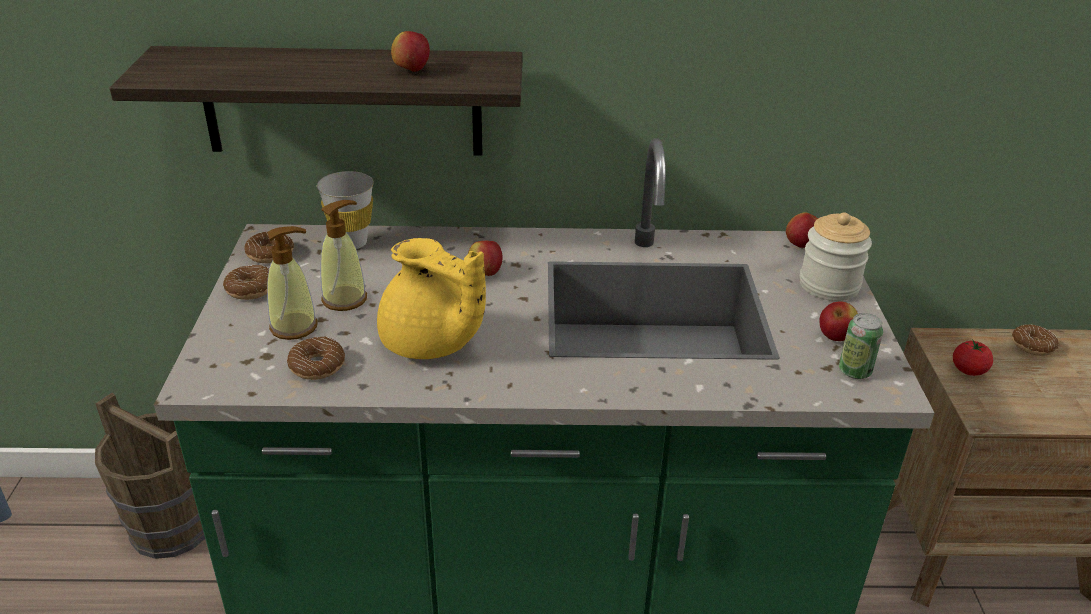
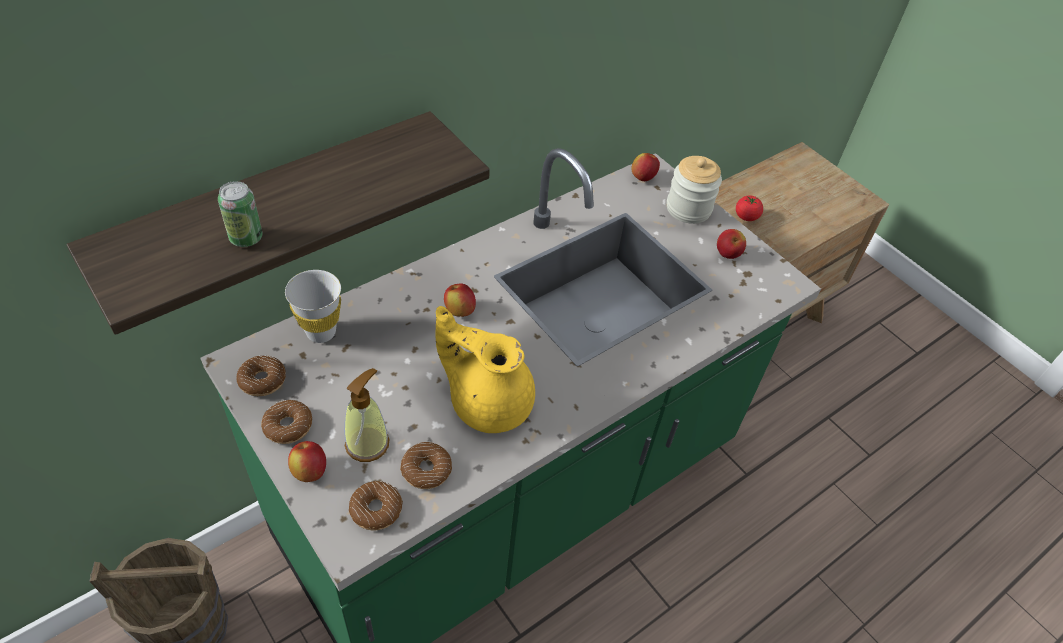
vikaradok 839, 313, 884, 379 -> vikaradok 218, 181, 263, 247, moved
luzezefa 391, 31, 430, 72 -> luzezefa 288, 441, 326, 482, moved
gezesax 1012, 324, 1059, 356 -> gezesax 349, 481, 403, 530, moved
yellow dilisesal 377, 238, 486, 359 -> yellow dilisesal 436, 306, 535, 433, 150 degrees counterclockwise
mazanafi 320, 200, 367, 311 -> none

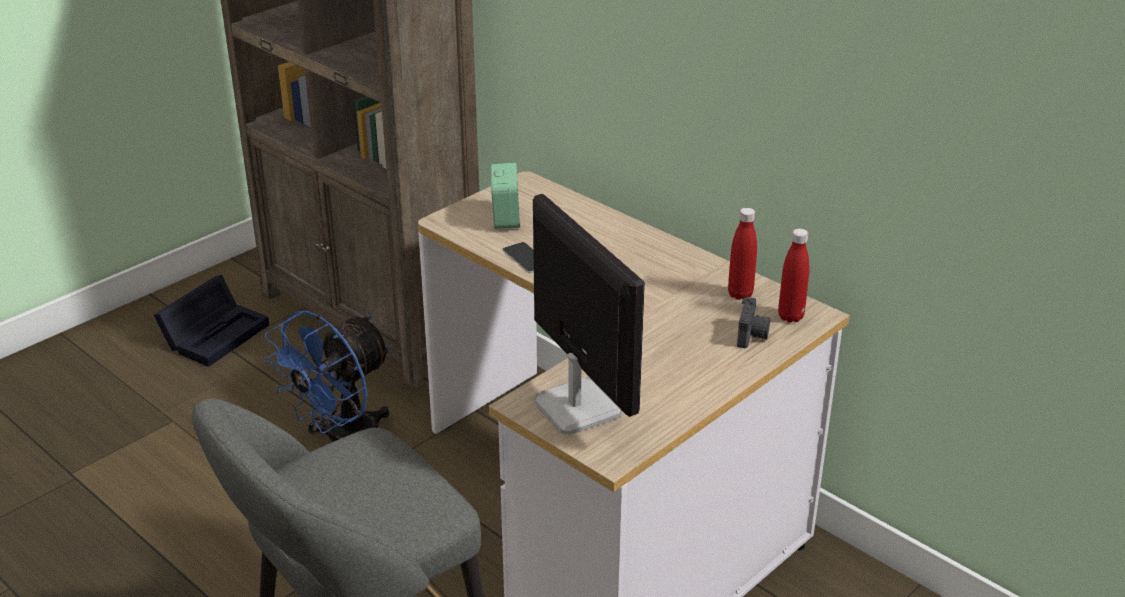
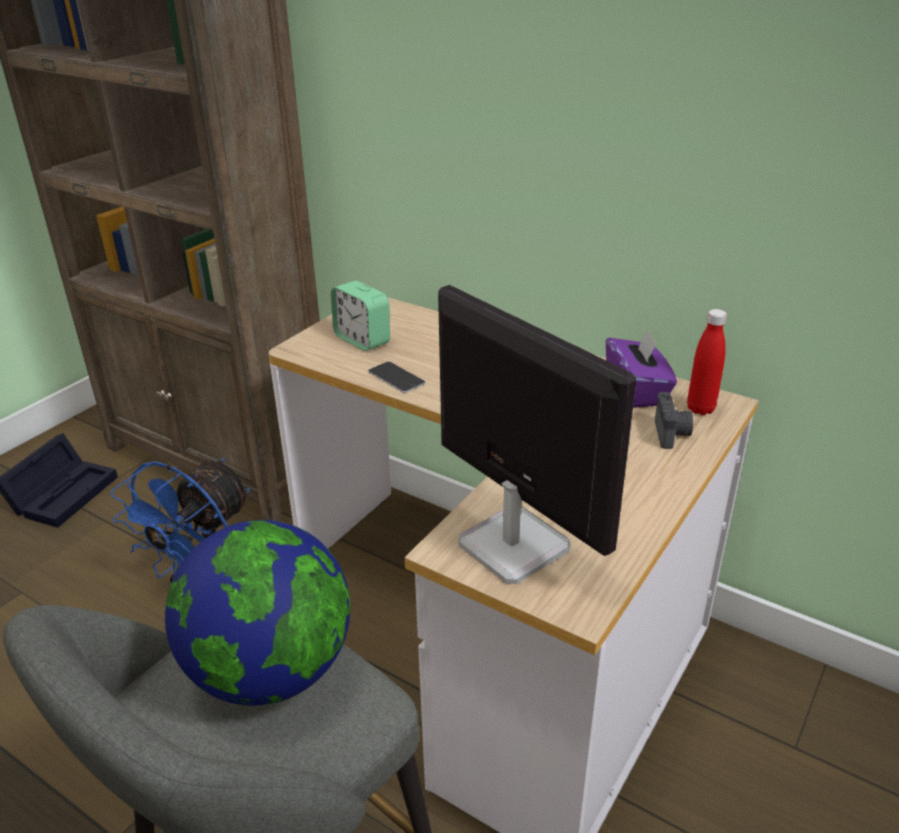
none -> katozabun 165, 520, 350, 706
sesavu 491, 163, 520, 229 -> sesavu 331, 281, 390, 351, 150 degrees clockwise
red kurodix 728, 208, 757, 300 -> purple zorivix 606, 329, 677, 408

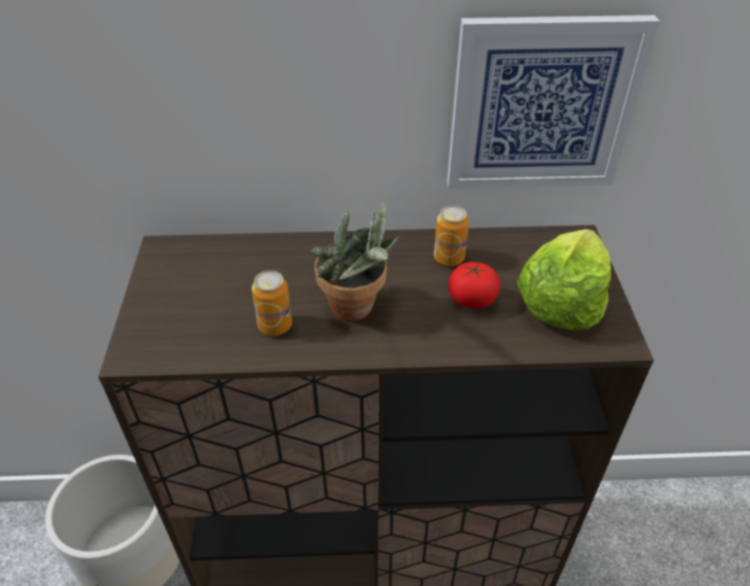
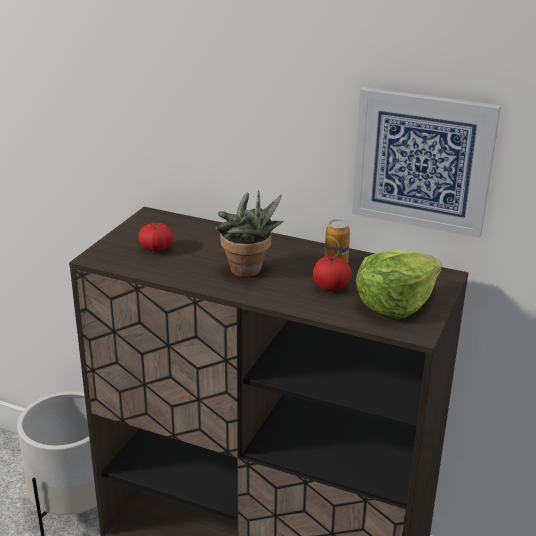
none -> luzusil 138, 222, 174, 251
vikaradok 252, 270, 292, 336 -> none

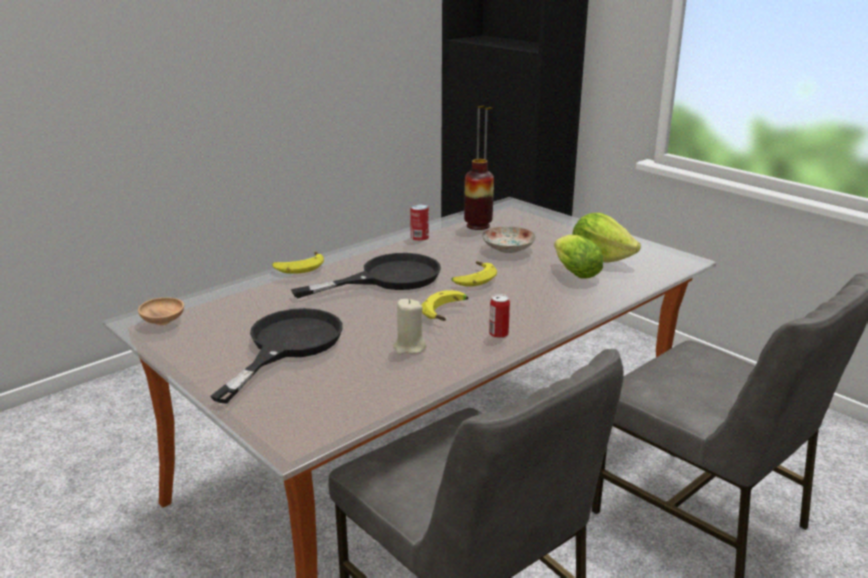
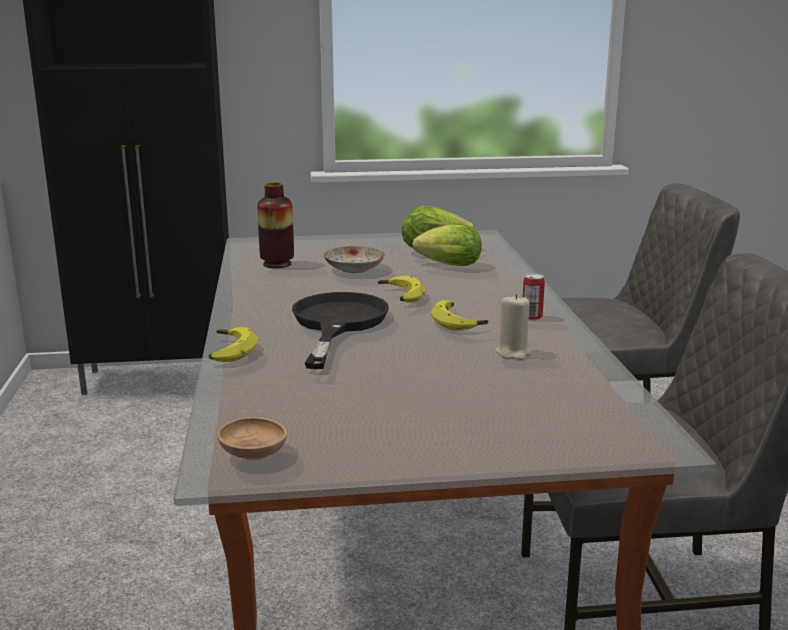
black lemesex 211, 308, 342, 404 -> none
vikaradok 410, 204, 429, 241 -> none

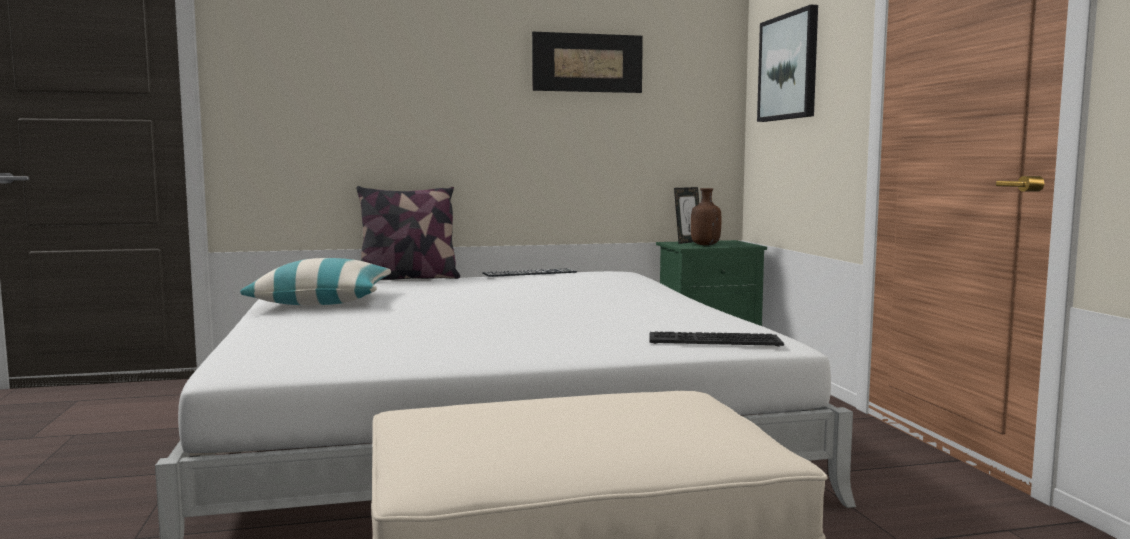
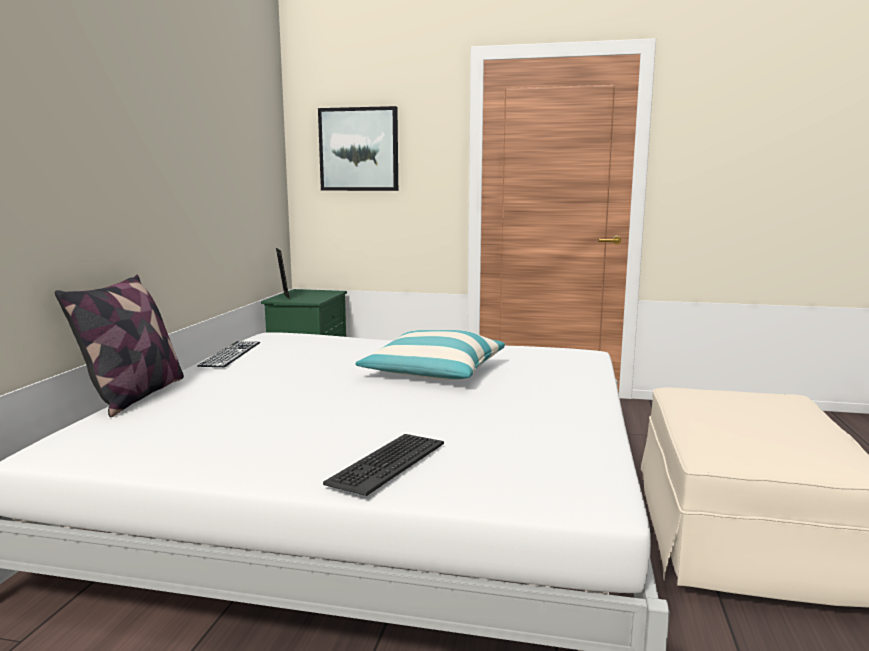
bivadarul 650, 331, 784, 347 -> bivadarul 323, 434, 444, 496, moved
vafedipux 240, 258, 391, 305 -> vafedipux 355, 330, 505, 380, moved
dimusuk 532, 32, 643, 93 -> none
brown kurodix 691, 188, 721, 245 -> none

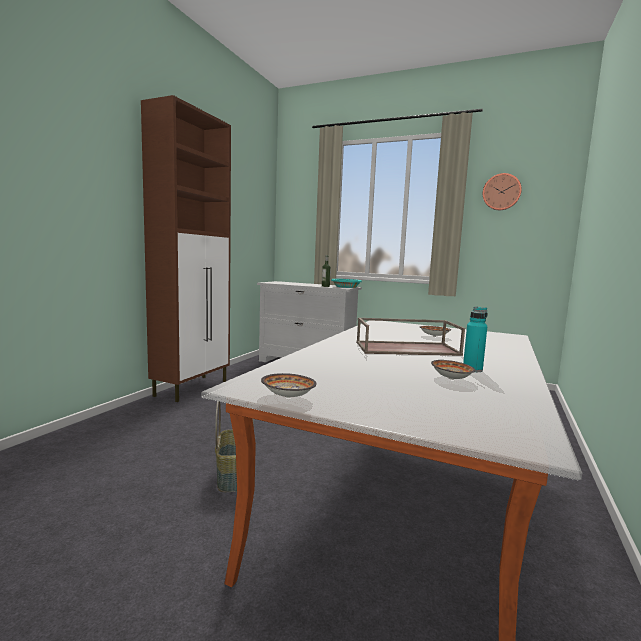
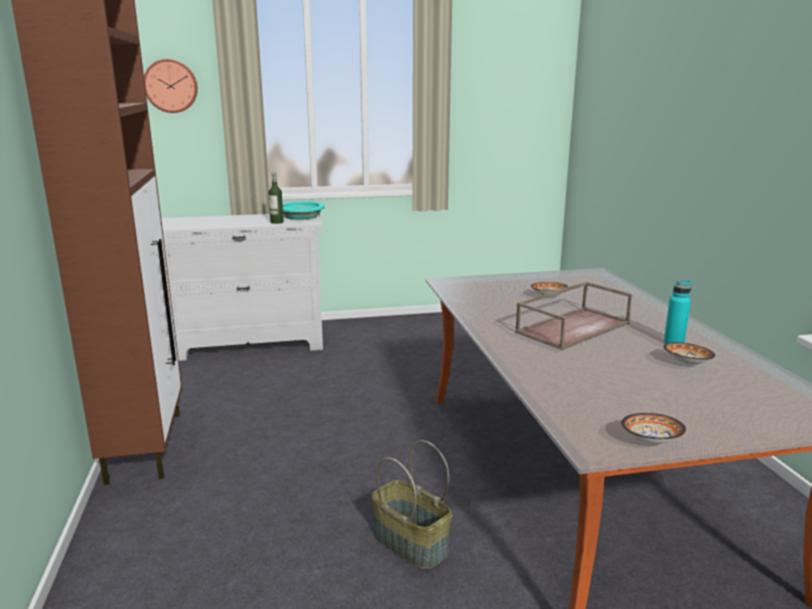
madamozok 483, 173, 522, 210 -> madamozok 144, 59, 198, 113, moved

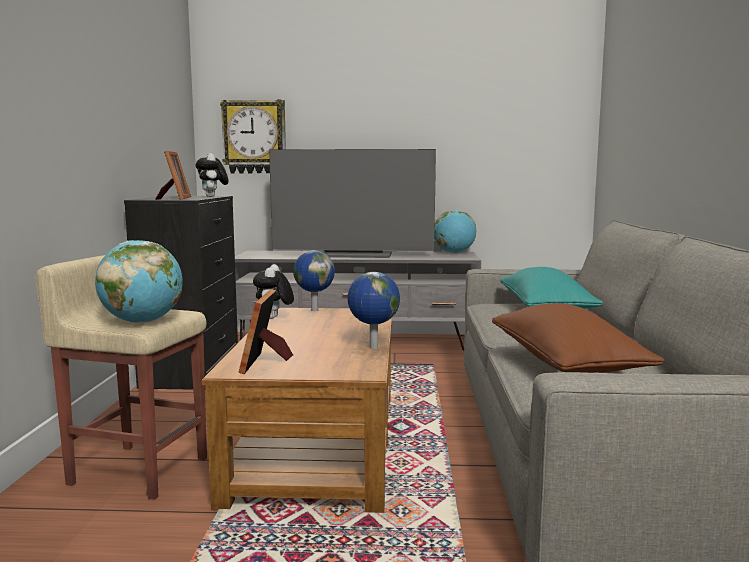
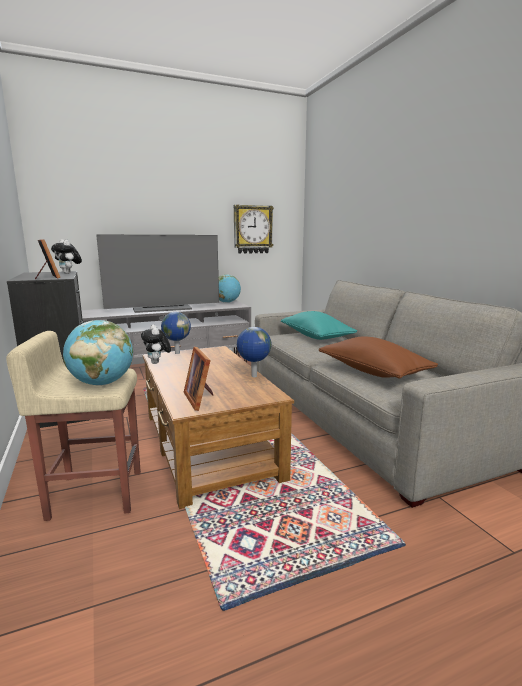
madamozok 220, 100, 286, 173 -> madamozok 234, 205, 274, 254, moved

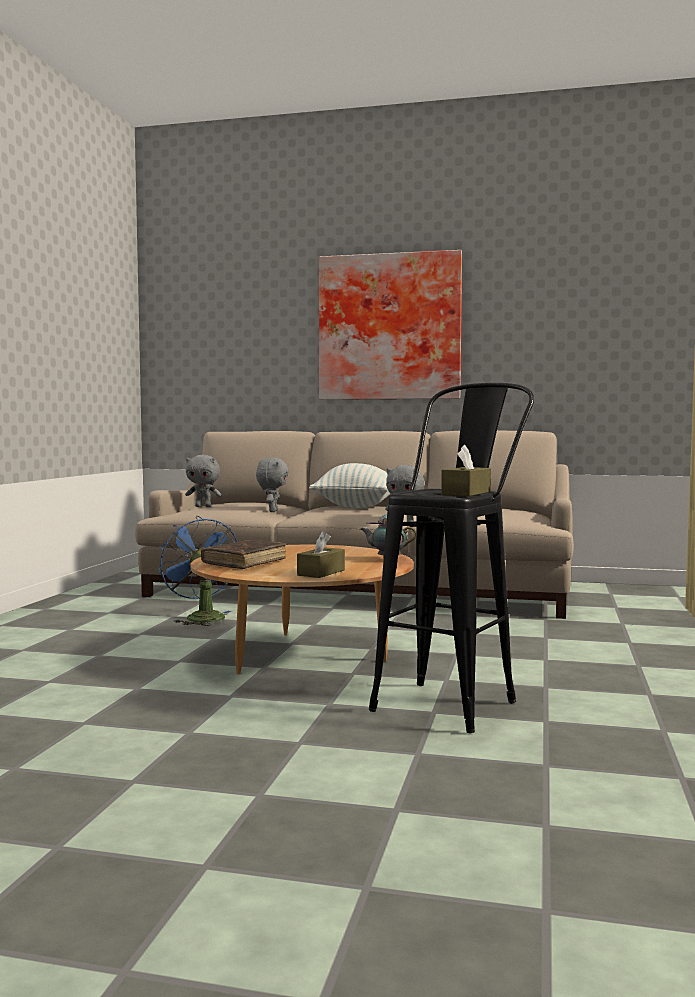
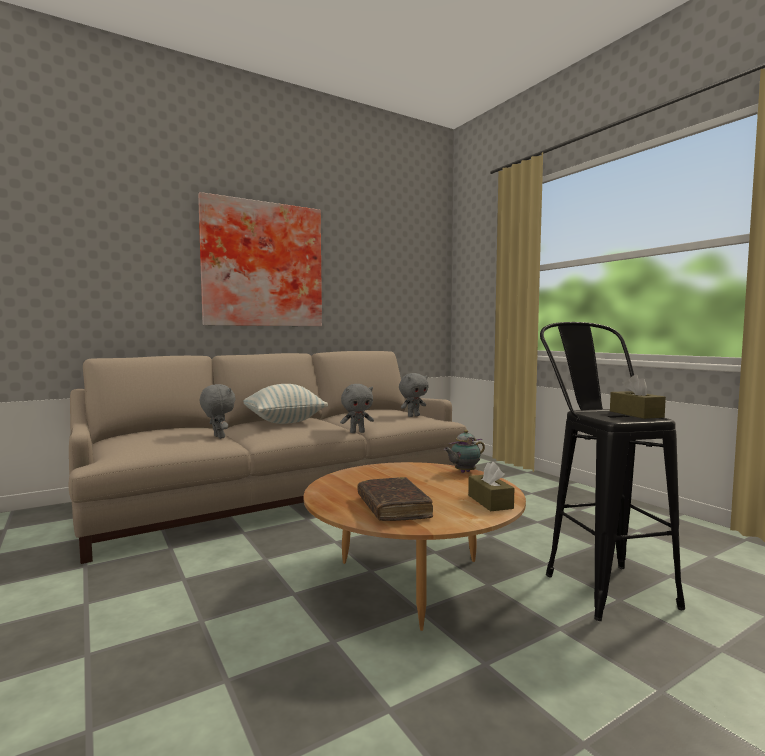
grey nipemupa 185, 455, 221, 507 -> grey nipemupa 399, 373, 429, 417, moved
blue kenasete 158, 516, 237, 626 -> none

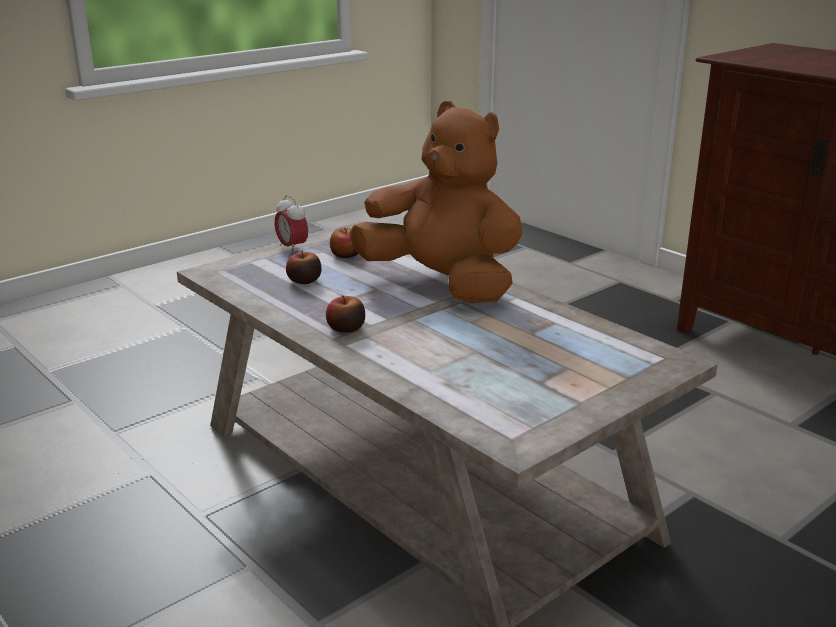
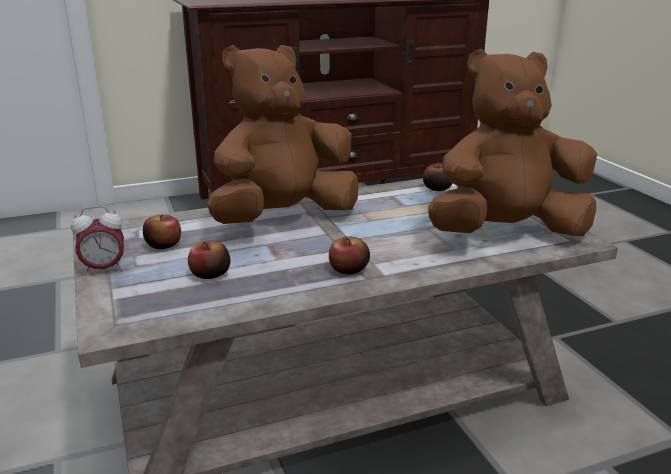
none -> luzezefa 423, 162, 452, 191
none -> brown nipemupa 428, 49, 597, 236

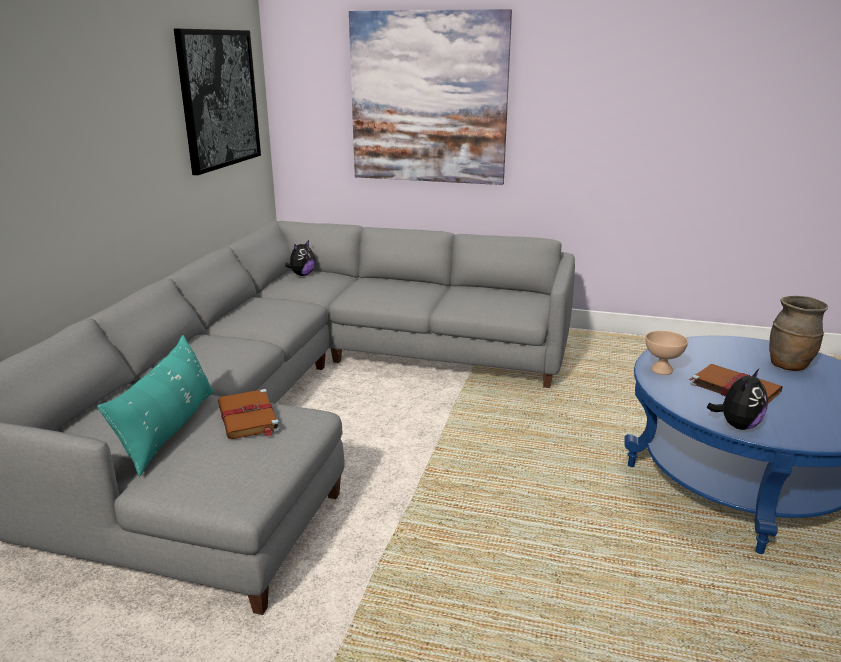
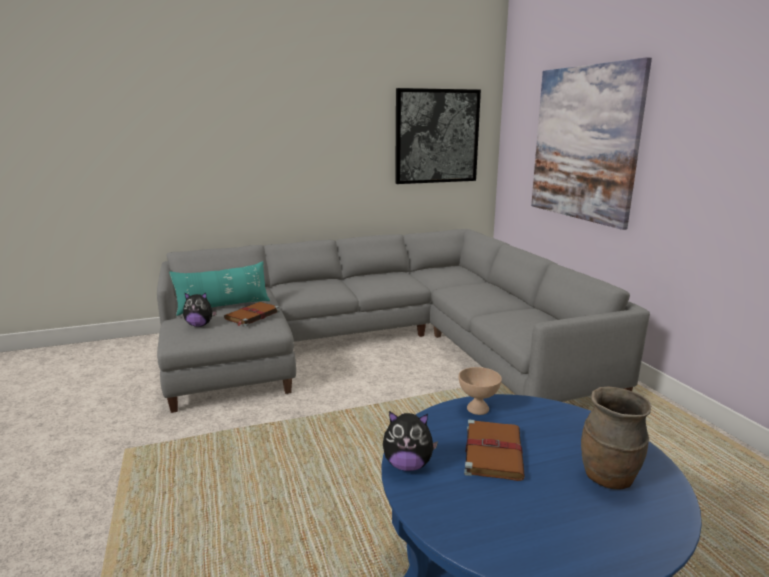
nipemupa 285, 240, 315, 276 -> nipemupa 183, 292, 217, 327, moved

